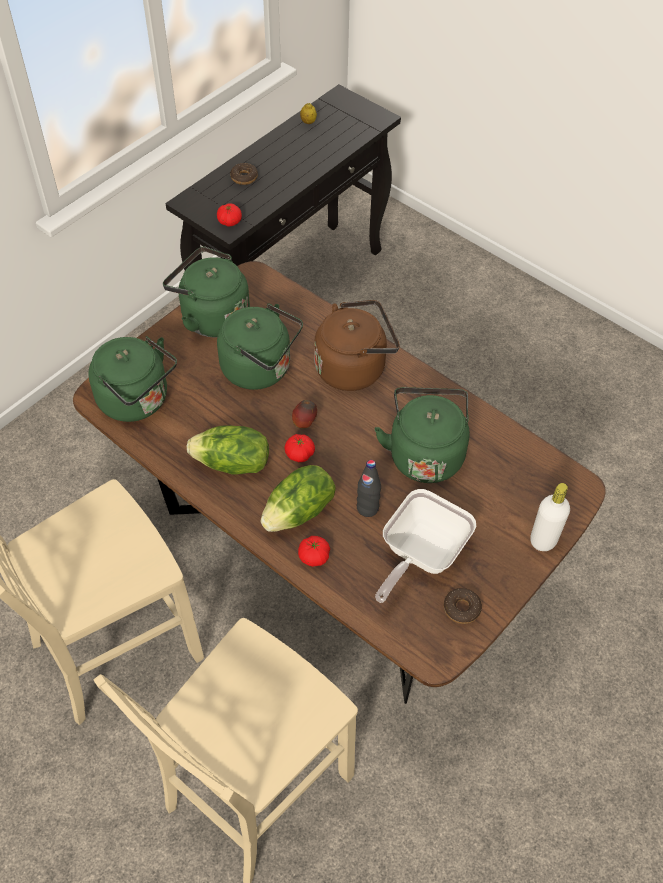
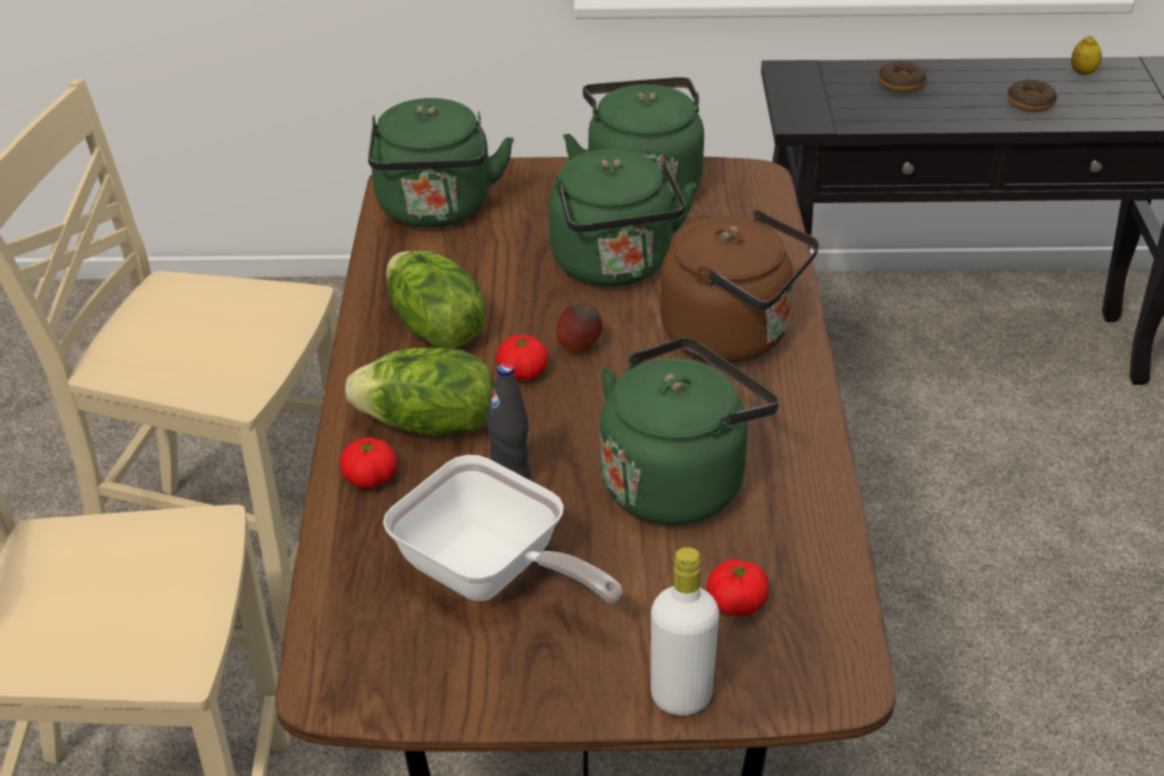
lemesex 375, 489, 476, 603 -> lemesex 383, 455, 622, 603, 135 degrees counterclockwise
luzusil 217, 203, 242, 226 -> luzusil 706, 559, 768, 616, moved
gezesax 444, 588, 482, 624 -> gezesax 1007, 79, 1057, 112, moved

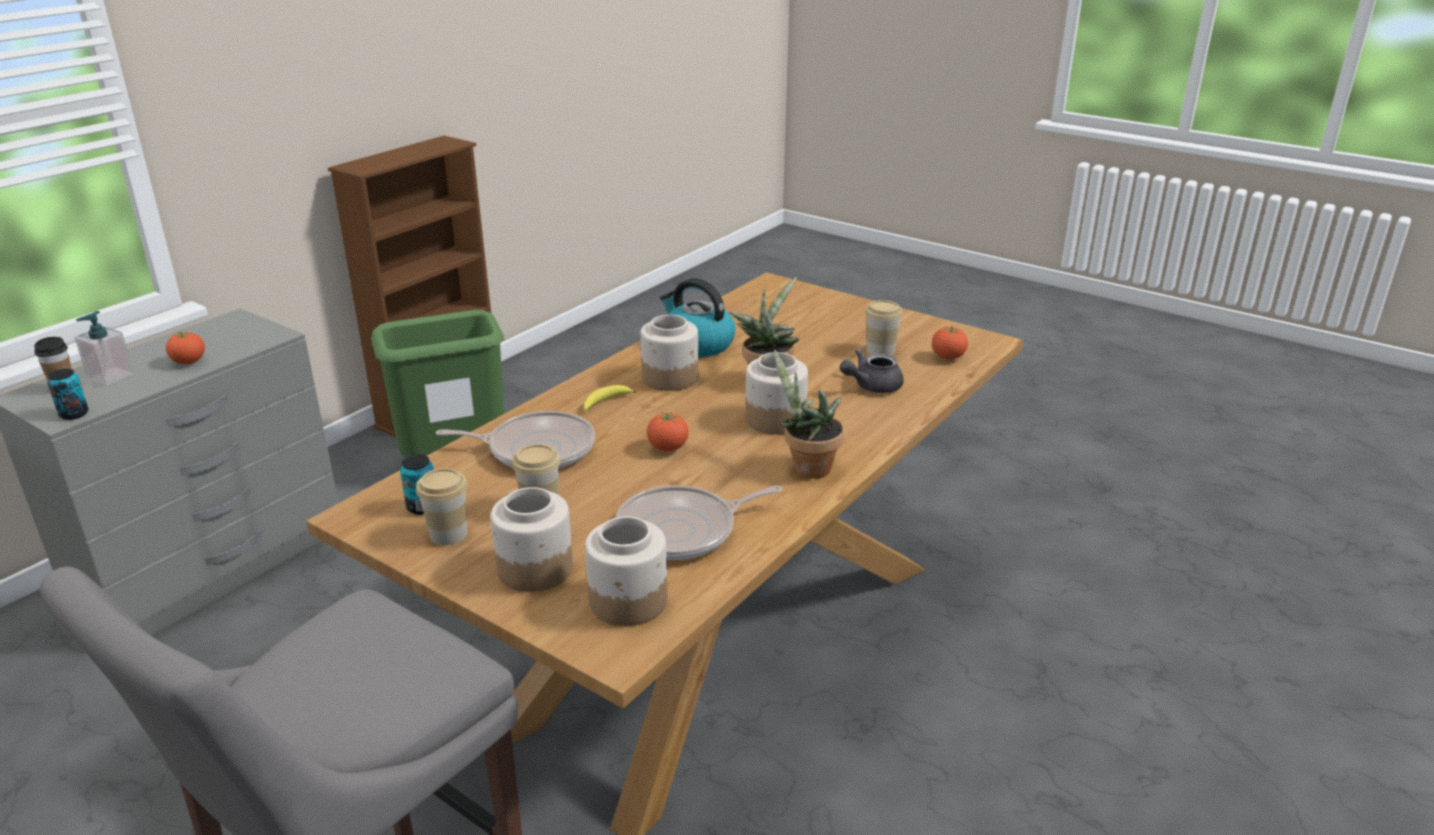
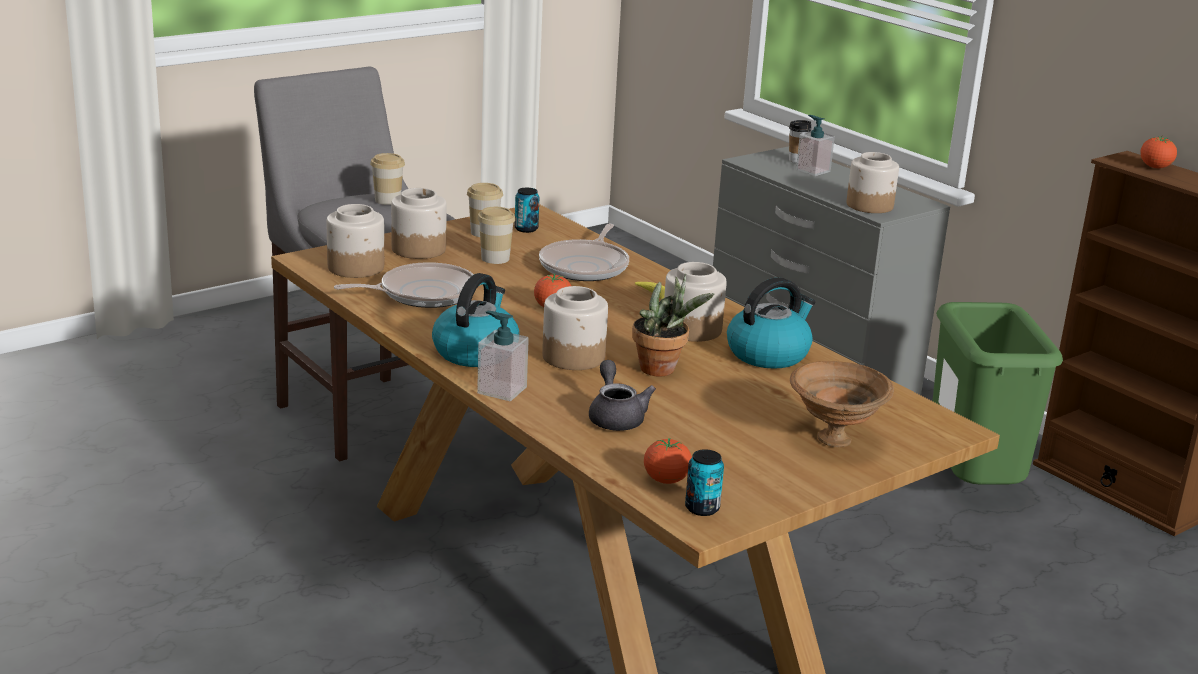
lemesex 616, 485, 783, 560 -> lemesex 334, 262, 474, 308, 75 degrees clockwise
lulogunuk 865, 300, 903, 356 -> lulogunuk 370, 153, 405, 205, moved
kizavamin 774, 350, 844, 479 -> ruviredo 432, 273, 519, 367
none -> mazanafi 477, 311, 529, 401
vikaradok 47, 368, 89, 420 -> vikaradok 685, 449, 724, 516, moved
none -> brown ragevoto 790, 361, 894, 447
none -> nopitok 847, 152, 899, 213
luzusil 166, 331, 205, 364 -> luzusil 1140, 135, 1177, 168, moved

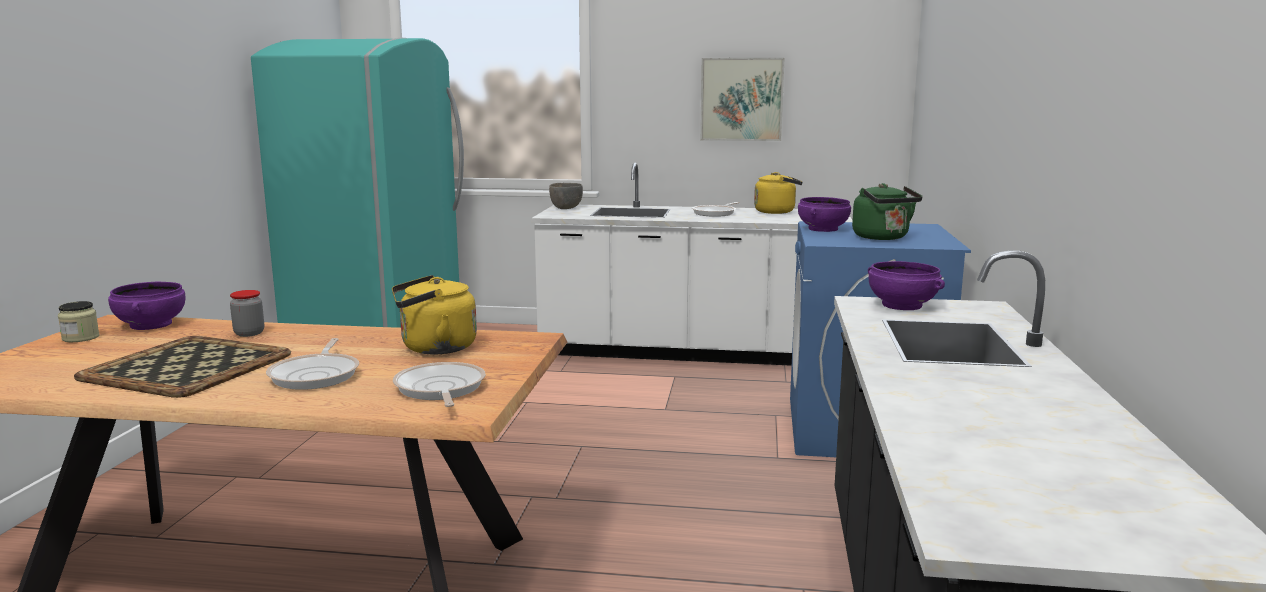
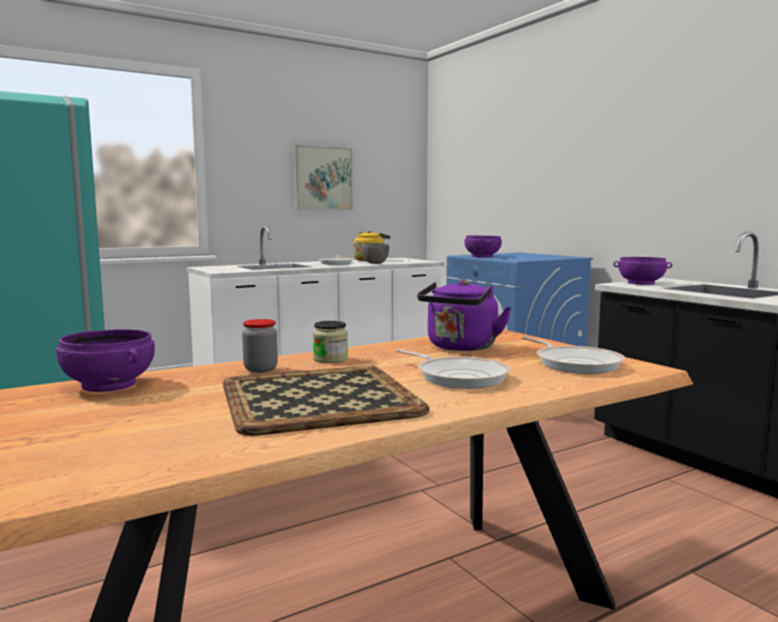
nopitok 58, 301, 100, 342 -> nopitok 313, 321, 348, 363, moved
grey ragevoto 549, 183, 583, 209 -> grey ragevoto 361, 243, 389, 264, moved
yellow ruviredo 392, 275, 477, 354 -> purple ruviredo 417, 279, 512, 351
lemesex 393, 362, 486, 407 -> lemesex 522, 337, 625, 374, 150 degrees counterclockwise
green ruviredo 852, 183, 922, 240 -> none

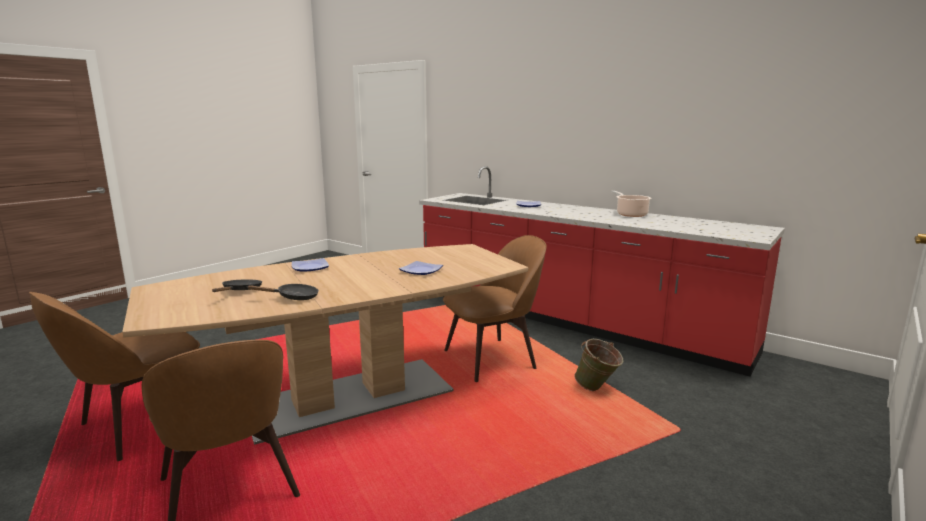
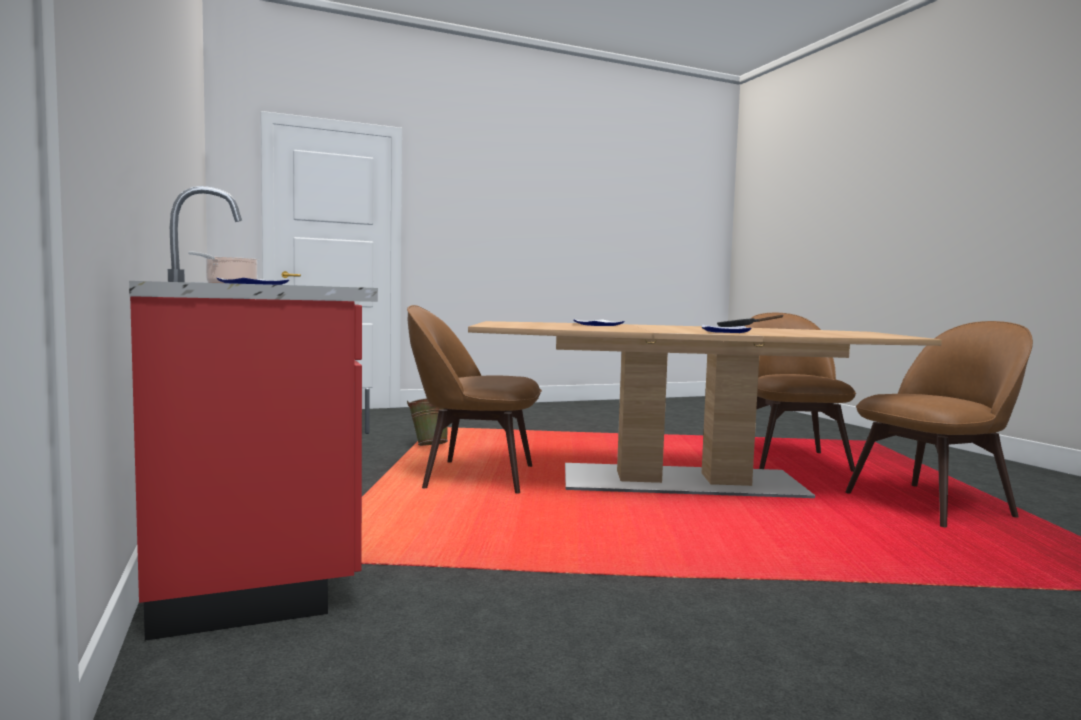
black lemesex 212, 279, 262, 292 -> none

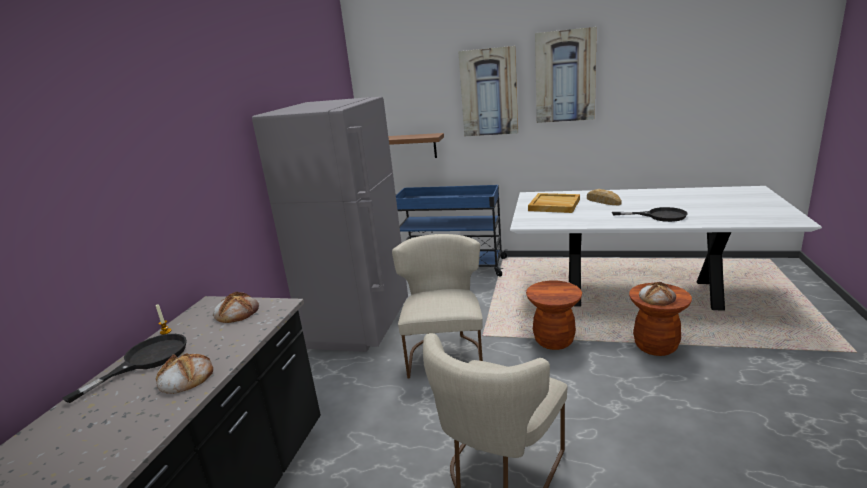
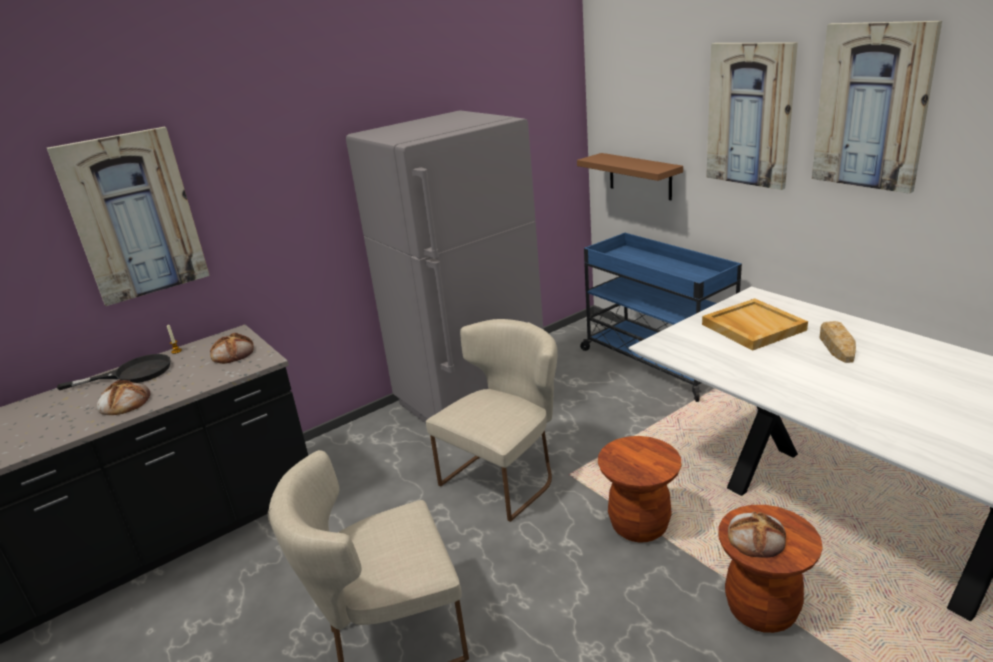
none -> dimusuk 47, 127, 210, 306
black lemesex 612, 207, 687, 222 -> none

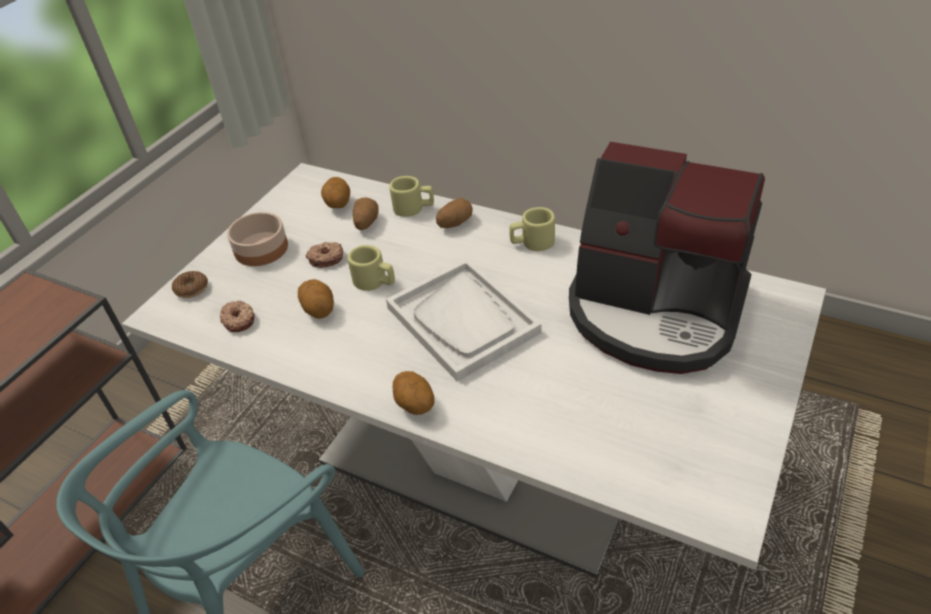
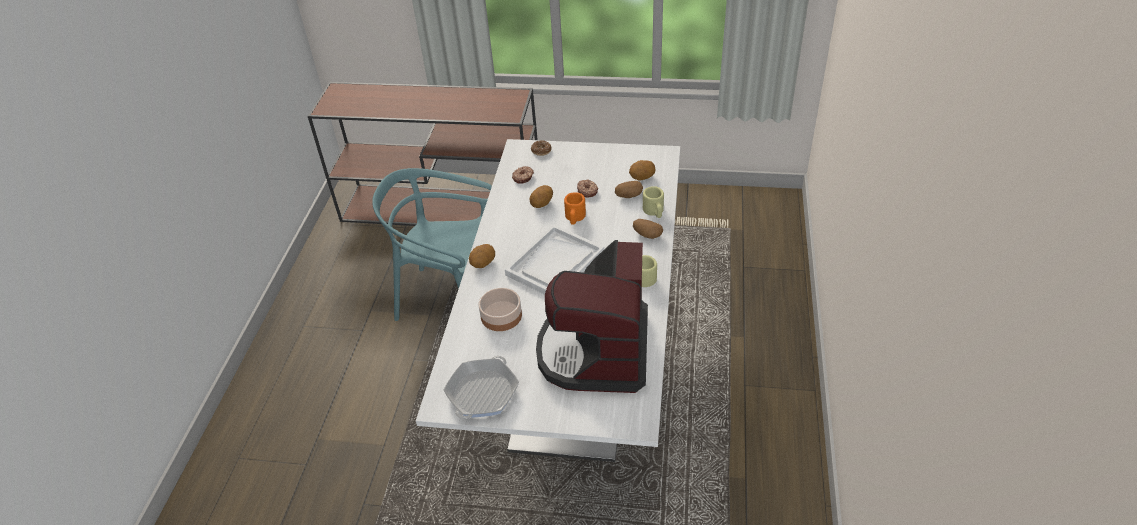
none -> lemesex 444, 356, 519, 419
ragevoto 227, 212, 288, 266 -> ragevoto 478, 288, 522, 331, moved
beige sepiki 348, 245, 395, 291 -> orange sepiki 564, 192, 586, 225

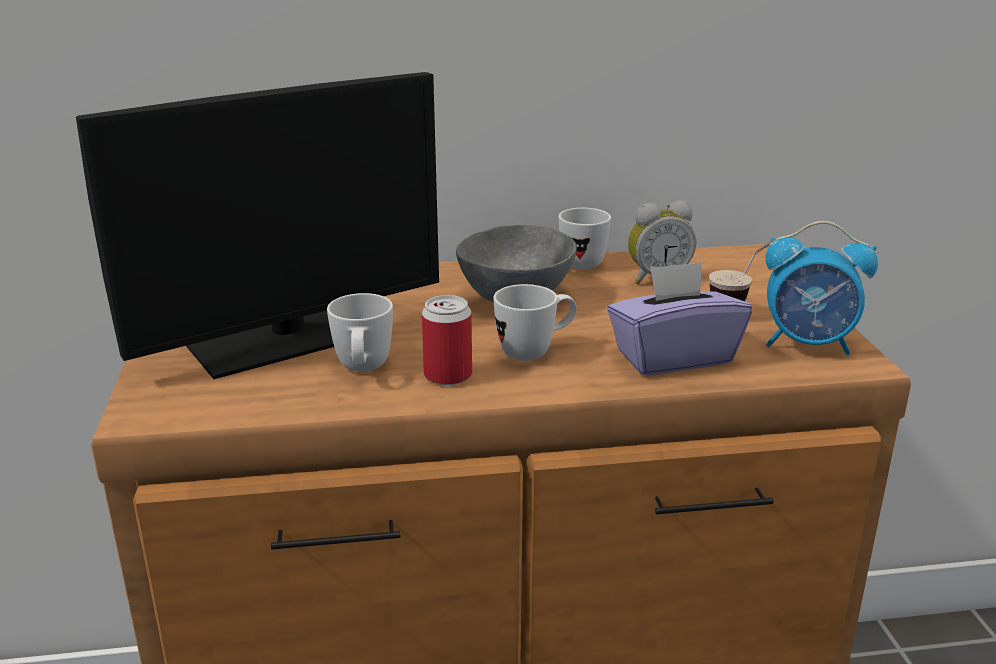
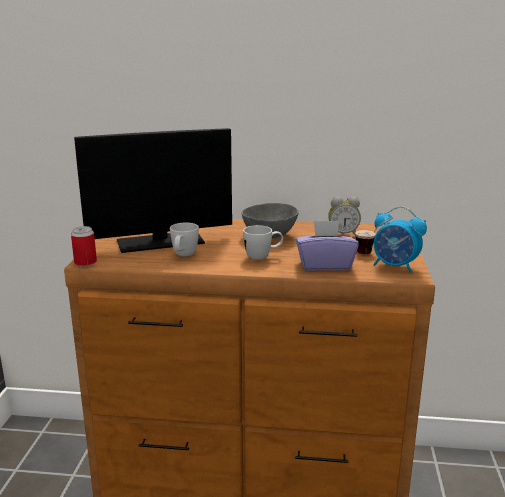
vikaradok 422, 295, 472, 385 -> vikaradok 71, 226, 97, 267, moved
white sepiki 559, 208, 611, 269 -> none

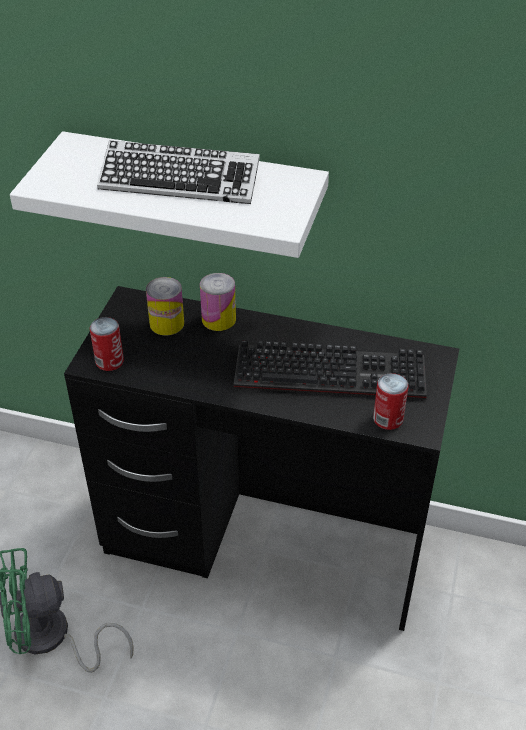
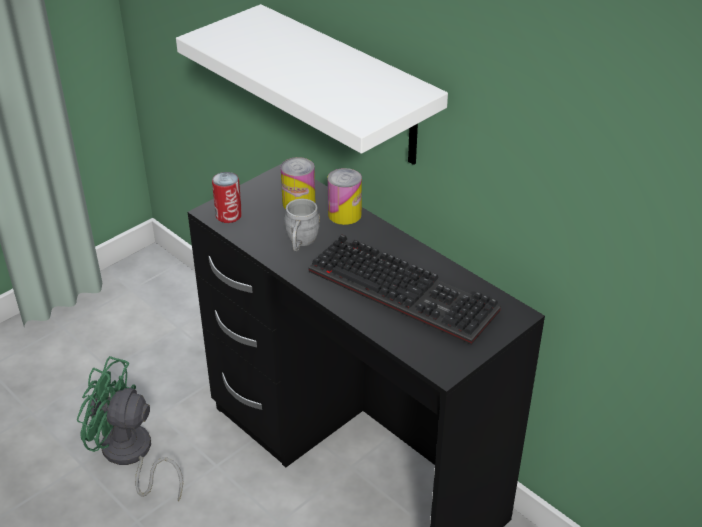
none -> grey sepiki 285, 199, 320, 251
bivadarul 97, 140, 260, 204 -> none
vikaradok 373, 373, 408, 430 -> none

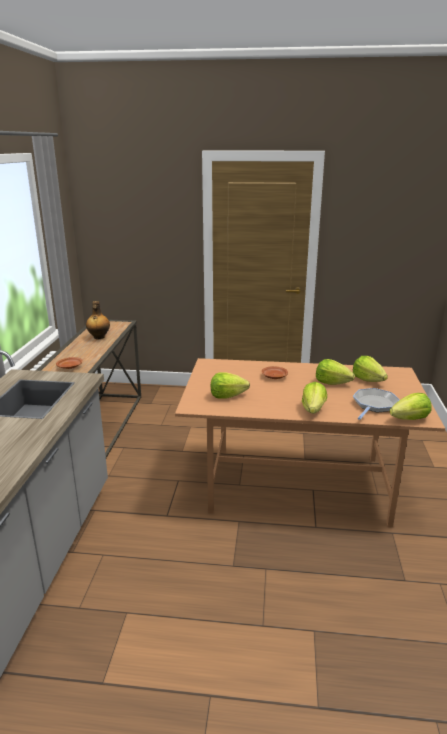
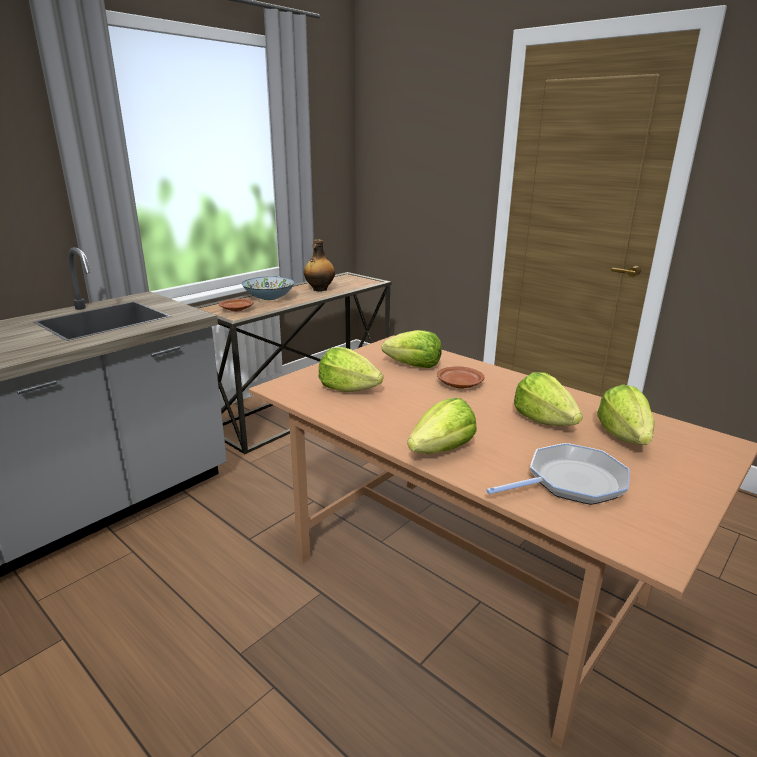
none -> ragevoto 241, 276, 295, 300
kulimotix 389, 393, 432, 420 -> kulimotix 382, 330, 442, 368, moved

